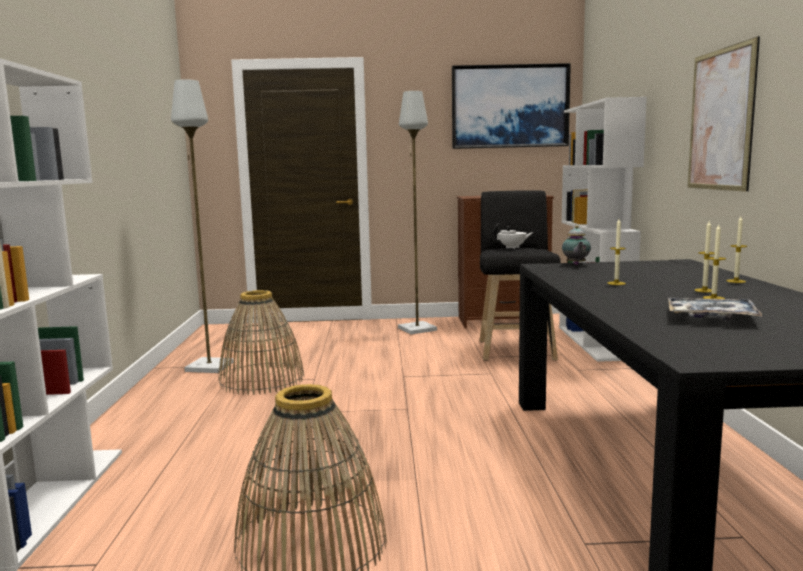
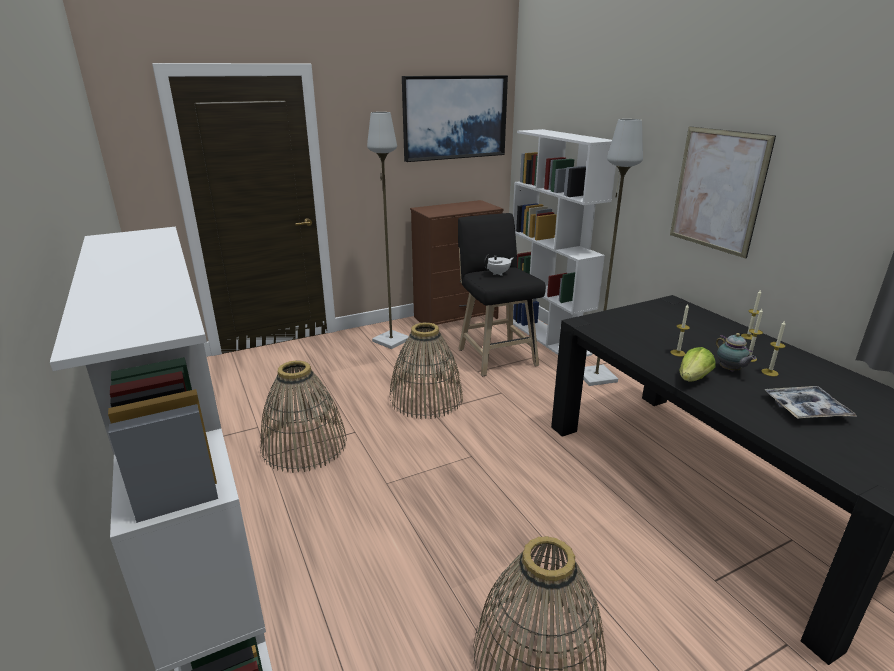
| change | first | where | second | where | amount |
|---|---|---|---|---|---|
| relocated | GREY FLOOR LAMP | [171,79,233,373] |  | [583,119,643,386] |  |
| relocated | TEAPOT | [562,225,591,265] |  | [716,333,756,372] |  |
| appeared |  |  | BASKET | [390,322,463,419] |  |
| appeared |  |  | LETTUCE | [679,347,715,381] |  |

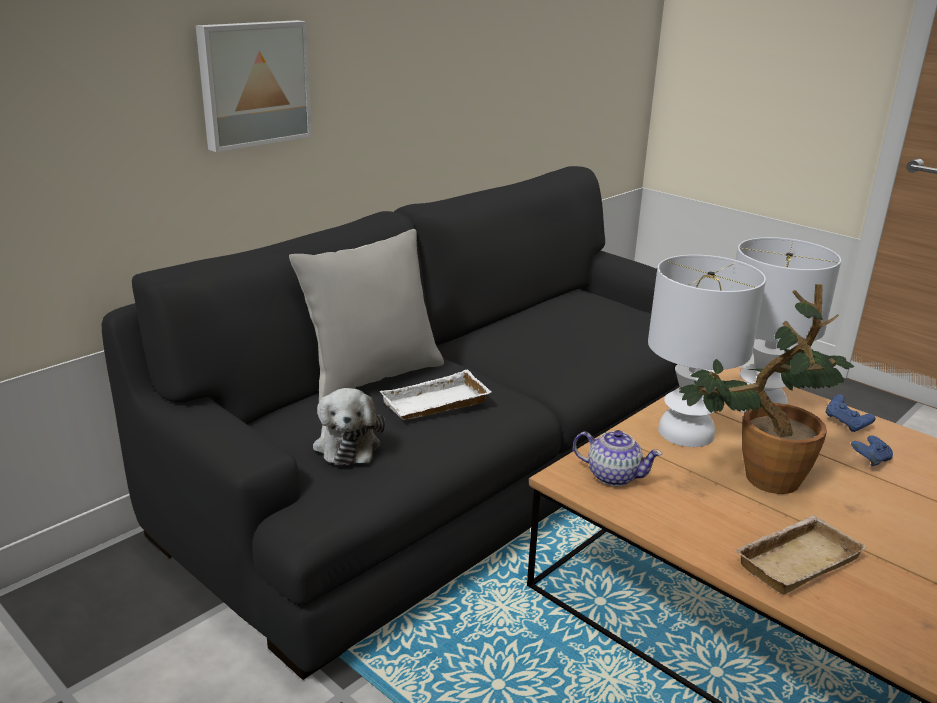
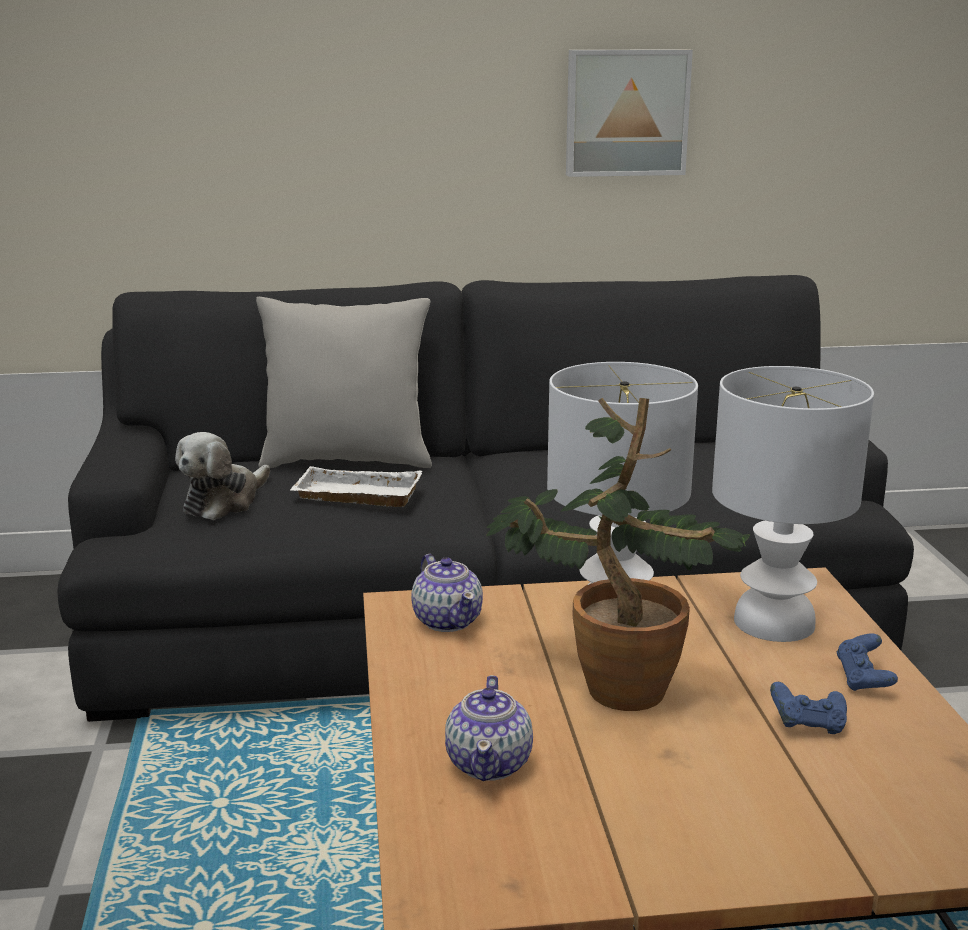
| change | first | where | second | where | amount |
|---|---|---|---|---|---|
| relocated | PICTURE | [196,20,312,152] |  | [566,49,693,177] |  |
| exchanged | BEIGE TRAY | [734,516,867,595] | TEAPOT | [445,675,533,781] |  |

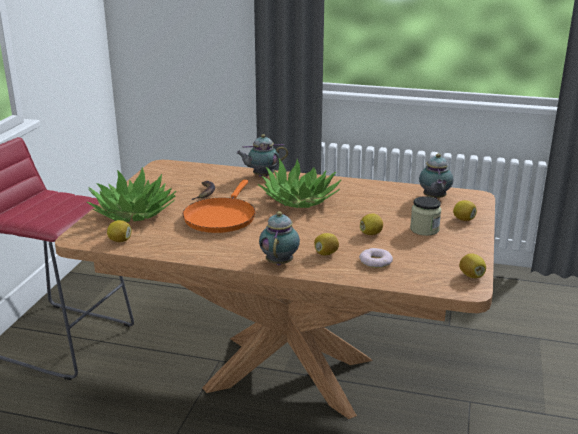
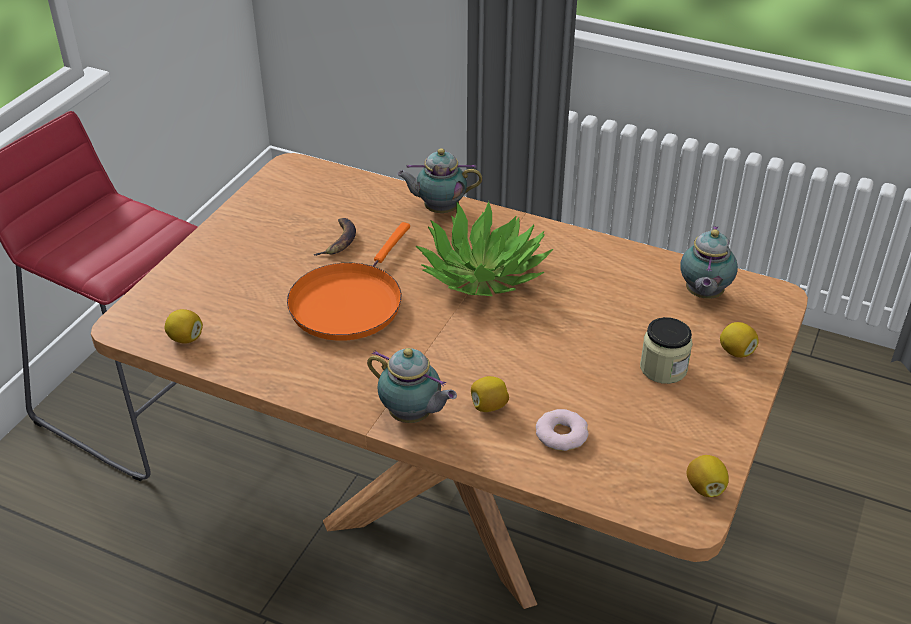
| change | first | where | second | where | amount |
|---|---|---|---|---|---|
| missing | POTTED PLANT | [87,167,176,222] |  |  |  |
| spun | TEAPOT | [259,211,300,265] |  | [367,348,457,423] | 105 degrees clockwise |
| missing | LEMON | [360,213,383,235] |  |  |  |

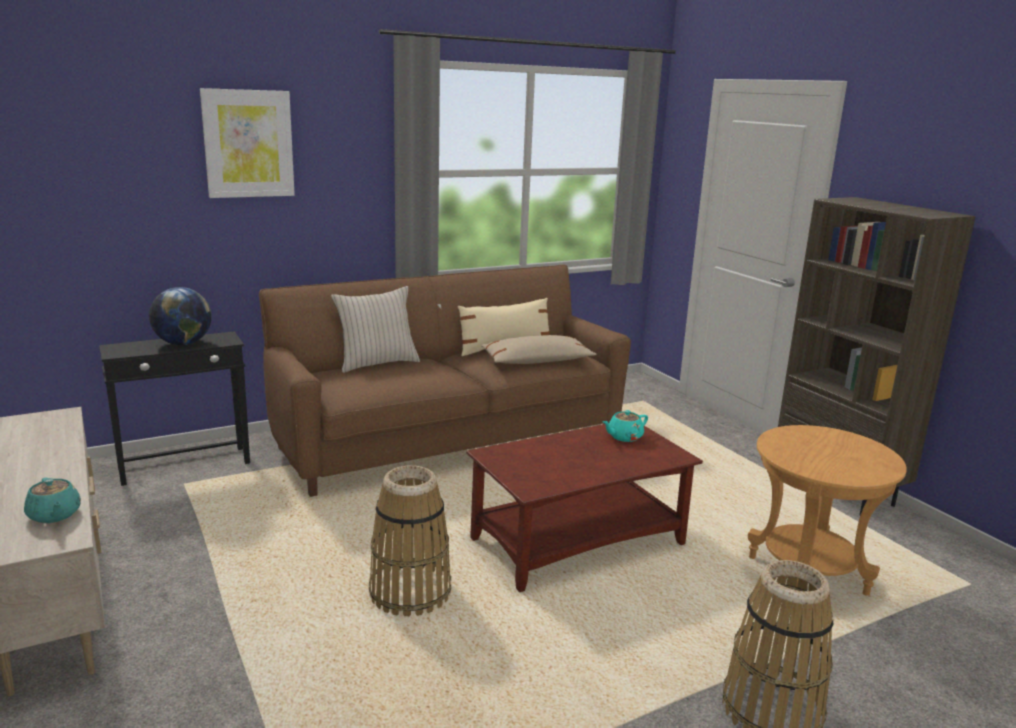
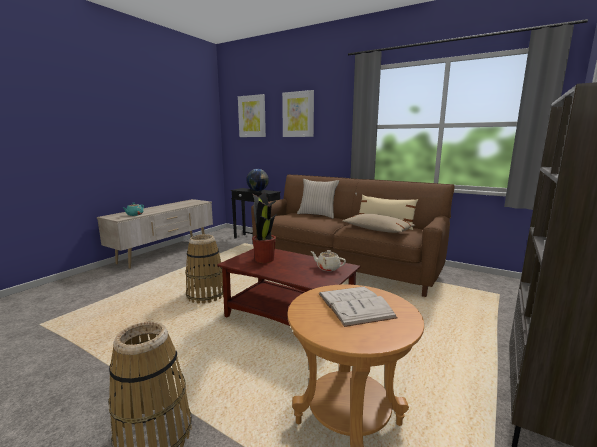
| change | first | where | second | where | amount |
|---|---|---|---|---|---|
| colour | TURQUOISE TEAPOT | [602,410,648,442] | BEIGE TEAPOT | [310,250,346,271] |  |
| appeared |  |  | PICTURE | [238,94,266,137] |  |
| appeared |  |  | POTTED PLANT | [252,192,277,263] |  |
| appeared |  |  | WHITE BOOK | [319,287,398,327] |  |

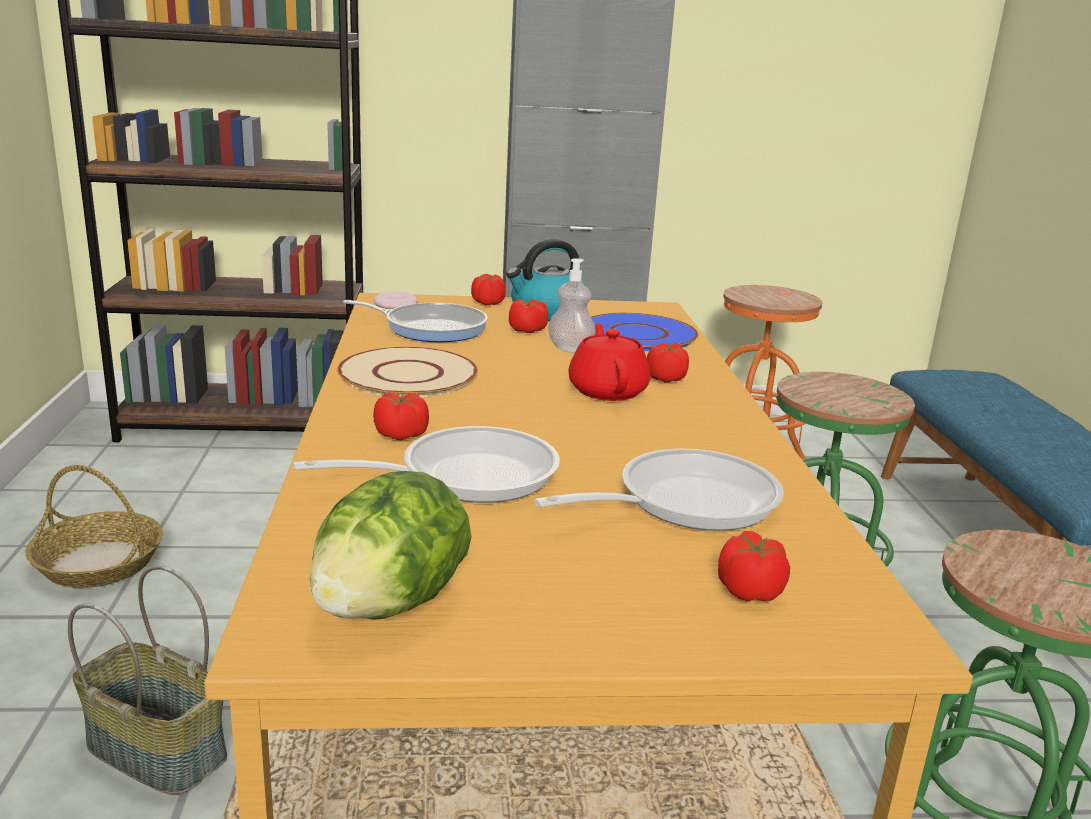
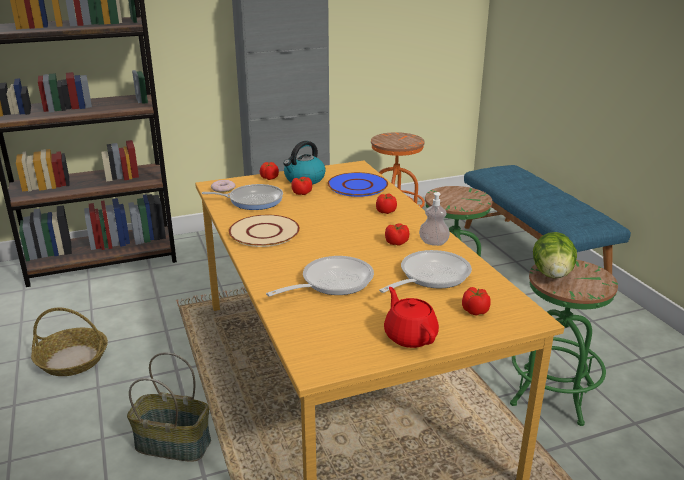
| change | first | where | second | where | amount |
|---|---|---|---|---|---|
| relocated | SOAP DISPENSER | [548,258,596,353] |  | [419,192,450,246] |  |
| relocated | RED TEAPOT | [568,323,650,401] |  | [384,287,439,348] |  |
| relocated | TOMATO | [373,392,429,440] |  | [385,223,409,245] |  |
| relocated | LETTUCE | [310,471,472,620] |  | [533,232,577,278] |  |

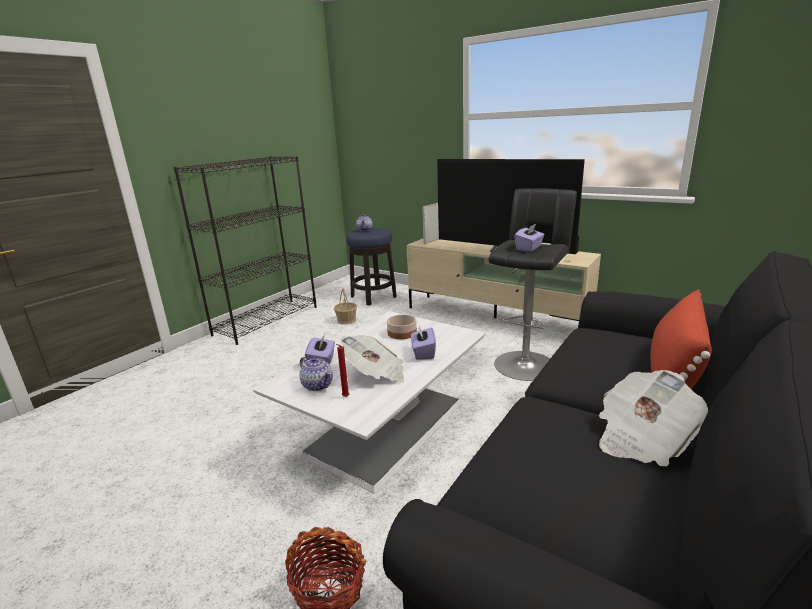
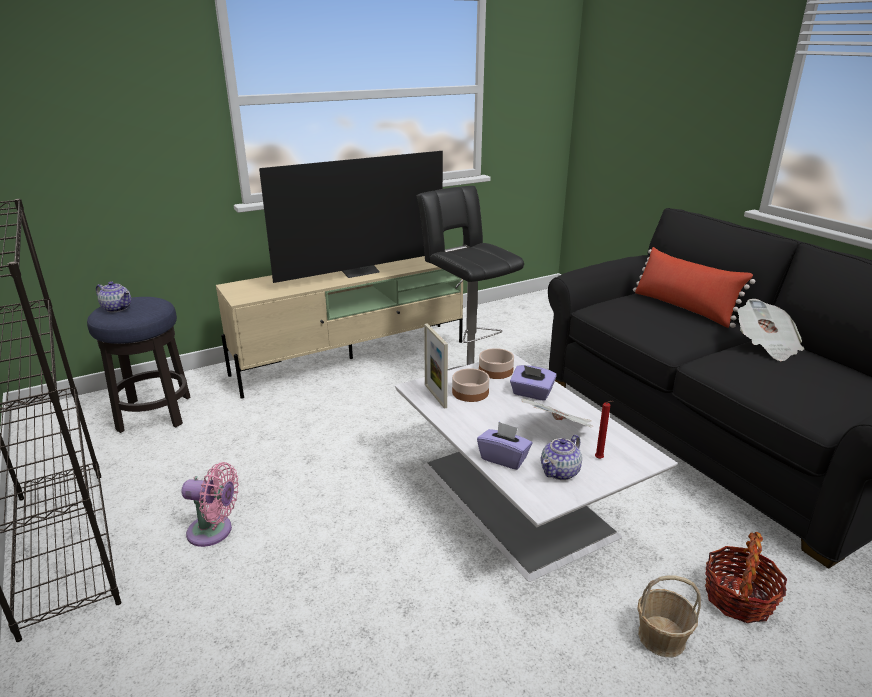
| change | first | where | second | where | amount |
|---|---|---|---|---|---|
| relocated | PICTURE FRAME | [422,203,439,244] |  | [424,324,448,409] |  |
| missing | PURPLE TISSUE BOX | [514,223,544,252] |  |  |  |
| relocated | BASKET | [334,288,357,325] |  | [637,575,701,657] |  |
| spun | TEAPOT | [300,357,333,391] |  | [541,435,582,480] | 150 degrees clockwise |
| appeared |  |  | BOWL | [479,348,514,379] |  |
| appeared |  |  | PINK FAN | [181,462,239,547] |  |

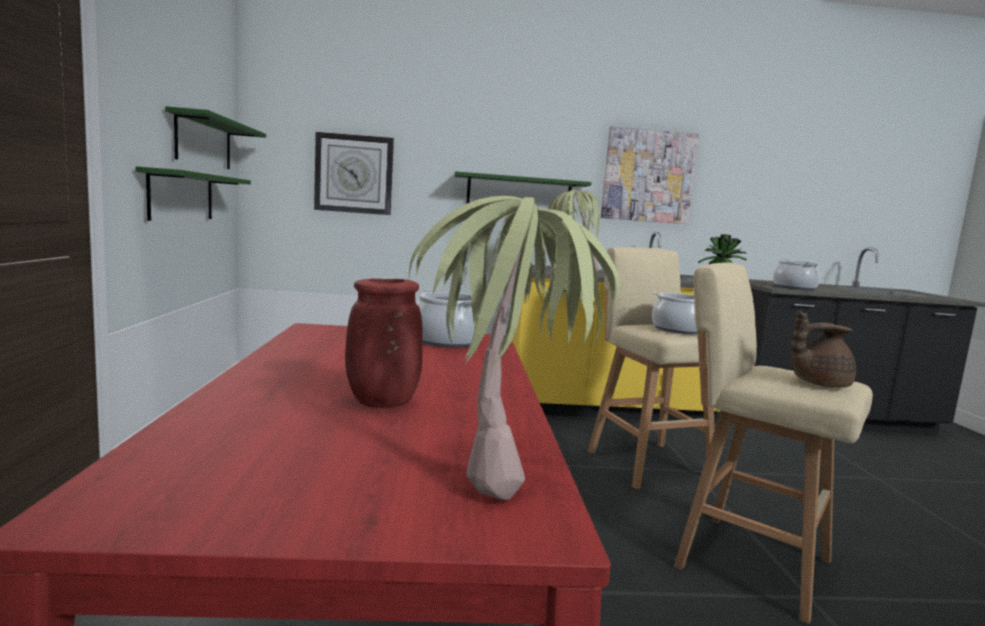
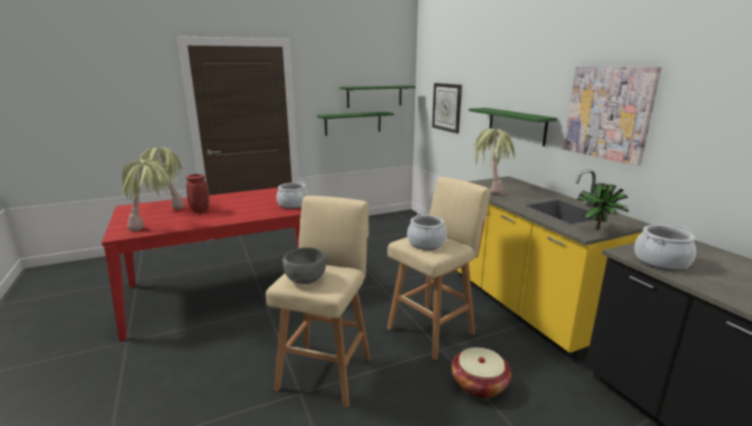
| change | first | where | second | where | amount |
|---|---|---|---|---|---|
| exchanged | BROWN TEAPOT | [790,311,856,388] | GREY BOWL | [282,247,326,284] |  |
| appeared |  |  | POTTED PLANT | [140,147,185,209] |  |
| appeared |  |  | BASKET | [451,347,511,398] |  |

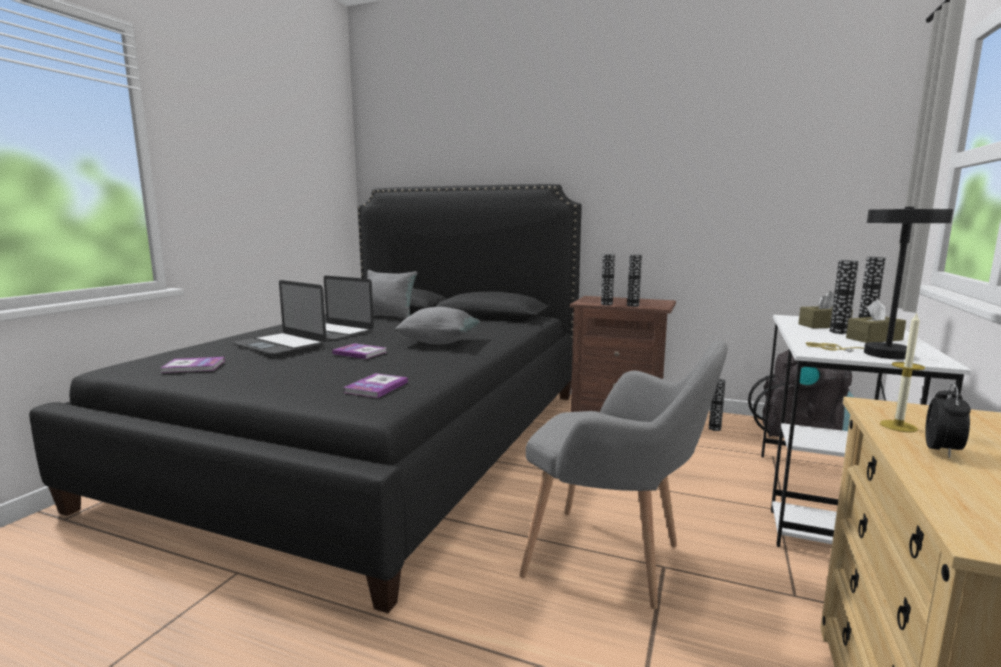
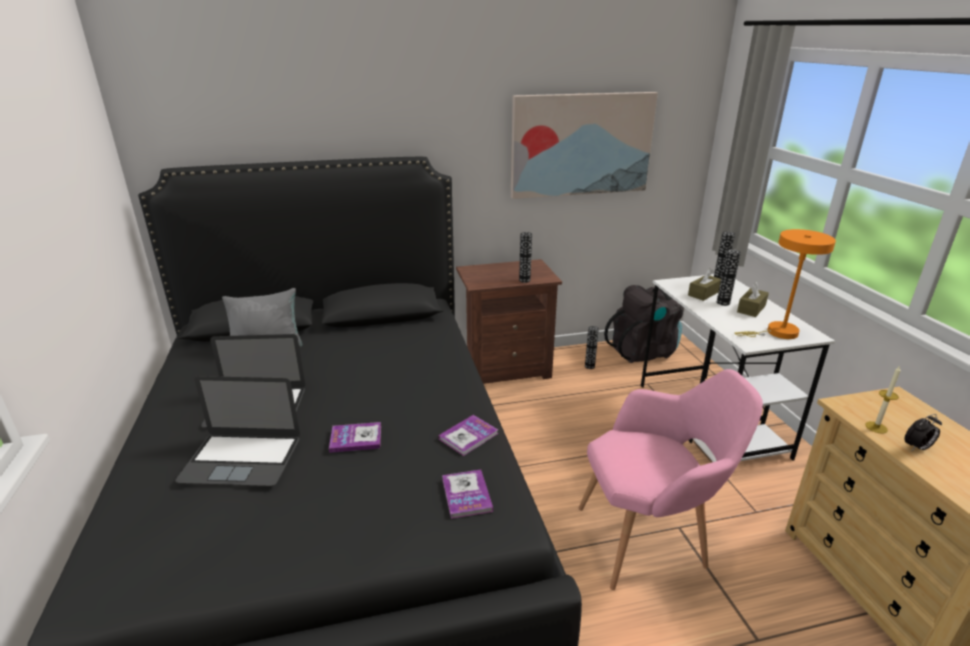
| change | first | where | second | where | amount |
|---|---|---|---|---|---|
| colour | BLACK TABLE LAMP | [805,207,953,360] | ORANGE TABLE LAMP | [735,229,836,339] |  |
| missing | VASE | [601,254,615,305] |  |  |  |
| missing | GREY PILLOW | [395,307,480,344] |  |  |  |
| colour | GREY ARMCHAIR | [520,340,728,609] | PINK ARMCHAIR | [579,369,763,590] |  |
| relocated | BOOK | [161,357,225,373] |  | [438,415,498,456] |  |
| spun | ALARM CLOCK | [925,383,971,459] |  | [904,414,942,451] | 75 degrees clockwise |
| appeared |  |  | PICTURE | [511,92,658,199] |  |

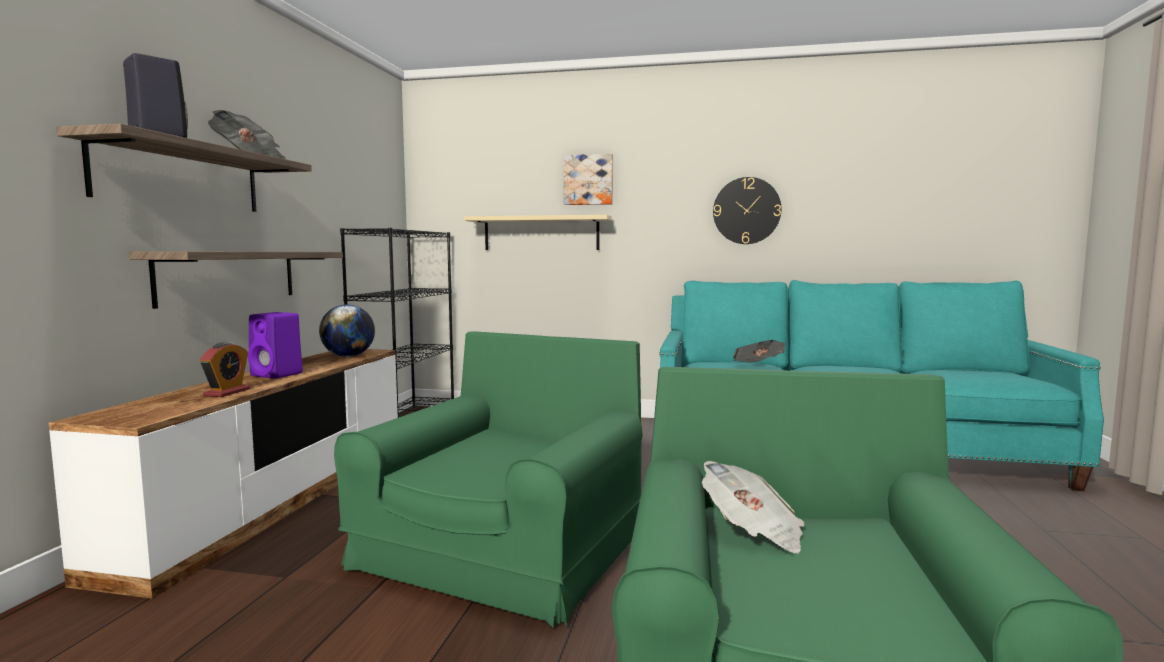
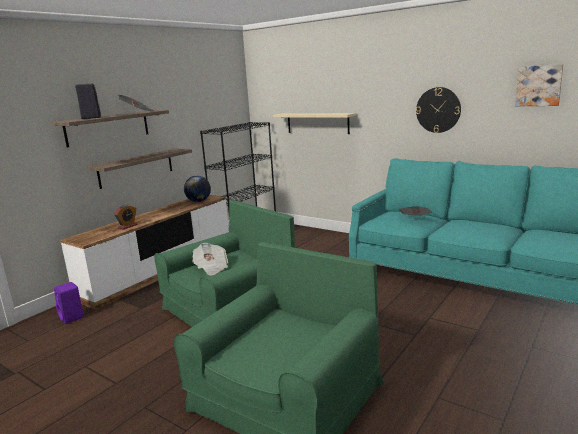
| change | first | where | second | where | amount |
|---|---|---|---|---|---|
| relocated | PICTURE | [564,154,613,205] |  | [515,64,563,106] |  |
| relocated | PURPLE SPEAKER | [248,312,303,379] |  | [54,282,84,324] |  |
| relocated | NEWSPAPER | [702,461,804,553] |  | [193,243,228,276] |  |

